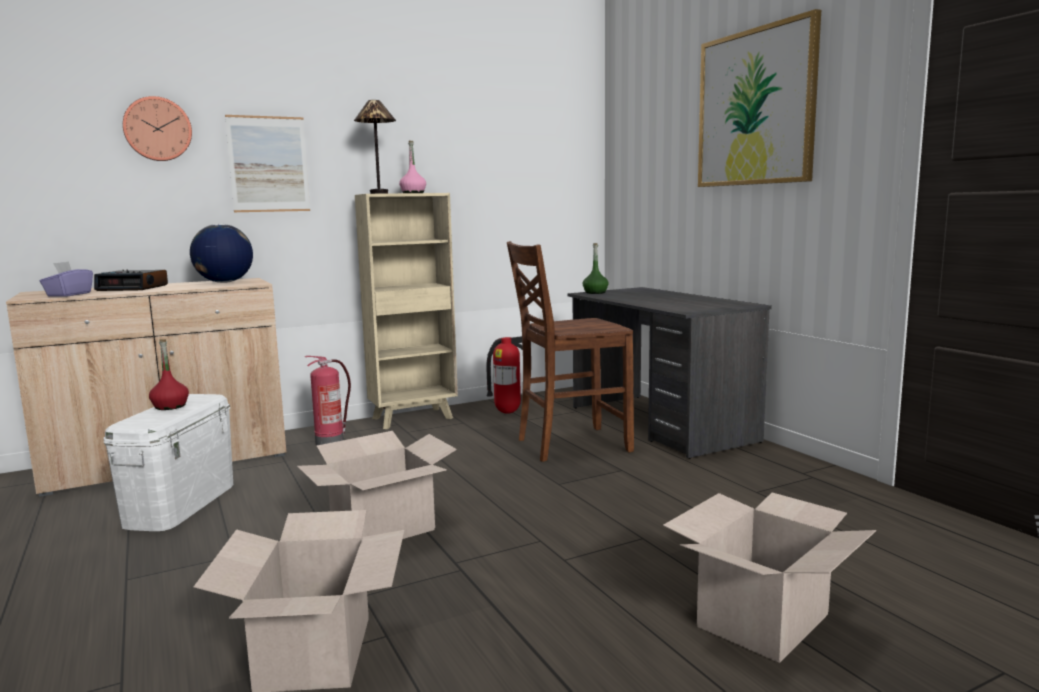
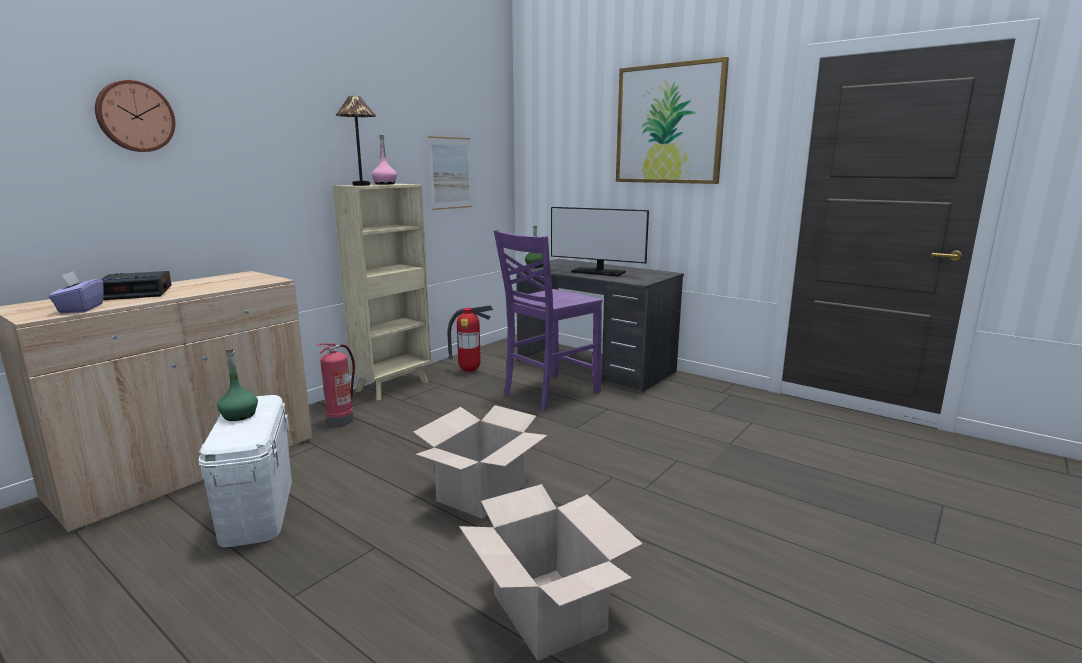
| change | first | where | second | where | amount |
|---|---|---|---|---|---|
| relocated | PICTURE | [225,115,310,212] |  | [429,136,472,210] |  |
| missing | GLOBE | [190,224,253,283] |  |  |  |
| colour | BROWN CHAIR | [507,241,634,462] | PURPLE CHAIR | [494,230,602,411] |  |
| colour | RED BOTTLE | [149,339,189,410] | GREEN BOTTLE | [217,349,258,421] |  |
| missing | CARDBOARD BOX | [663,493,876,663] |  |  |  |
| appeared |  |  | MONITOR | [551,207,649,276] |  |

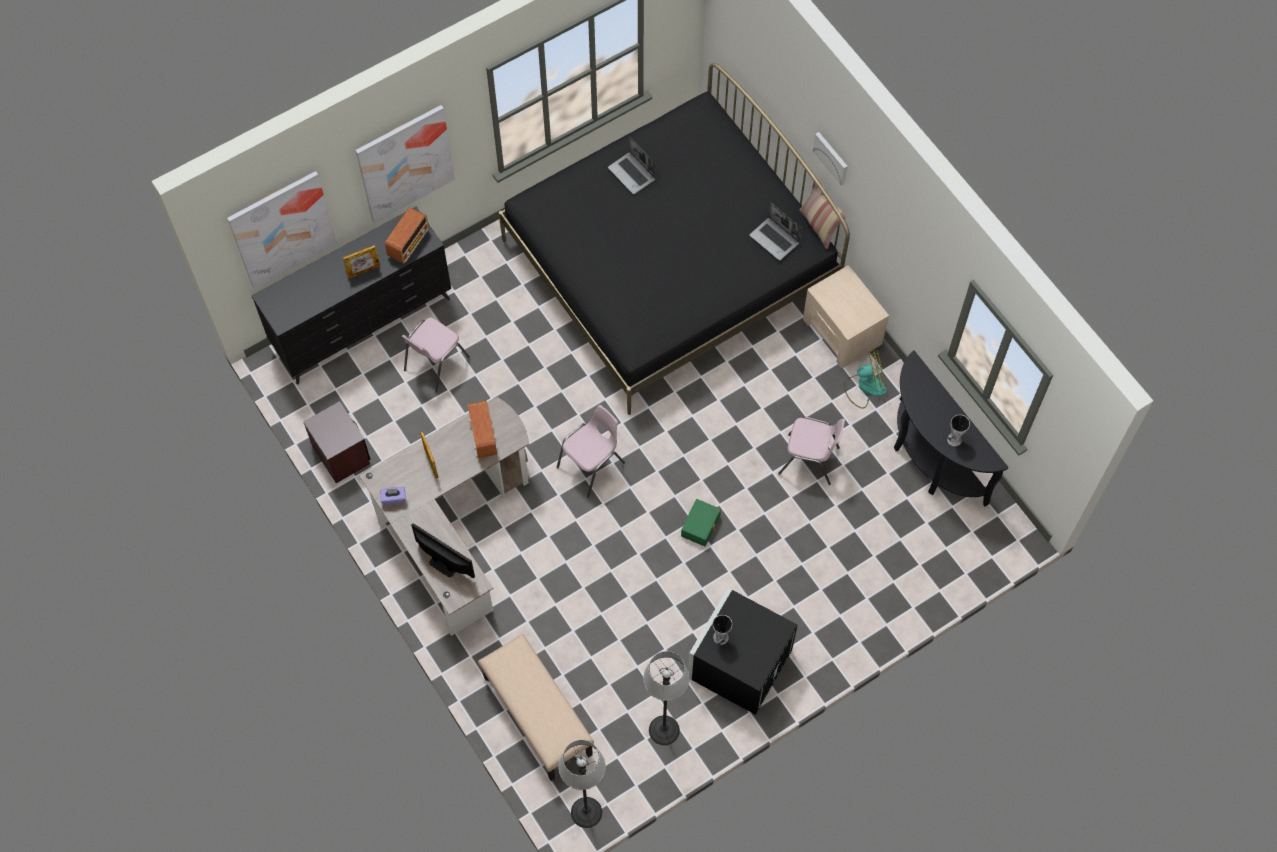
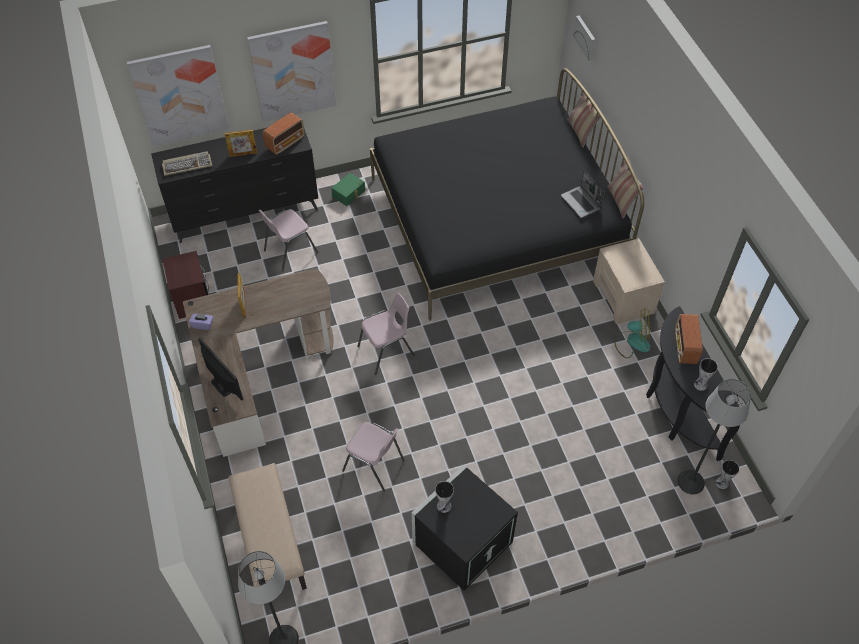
| change | first | where | second | where | amount |
|---|---|---|---|---|---|
| relocated | PICTURE | [813,132,848,185] |  | [573,16,595,61] |  |
| missing | LAPTOP | [608,137,656,194] |  |  |  |
| relocated | RADIO | [468,400,497,458] |  | [675,314,703,364] |  |
| relocated | PINK CHAIR | [778,416,845,485] |  | [342,422,405,492] |  |
| relocated | GREEN STORAGE BOX | [681,499,721,547] |  | [331,173,365,206] |  |
| relocated | FLOOR LAMP | [643,651,690,745] |  | [678,379,751,494] |  |
| appeared |  |  | PILLOW | [567,93,601,147] |  |
| appeared |  |  | KEYBOARD | [162,152,212,176] |  |
| appeared |  |  | VASE | [716,460,740,489] |  |

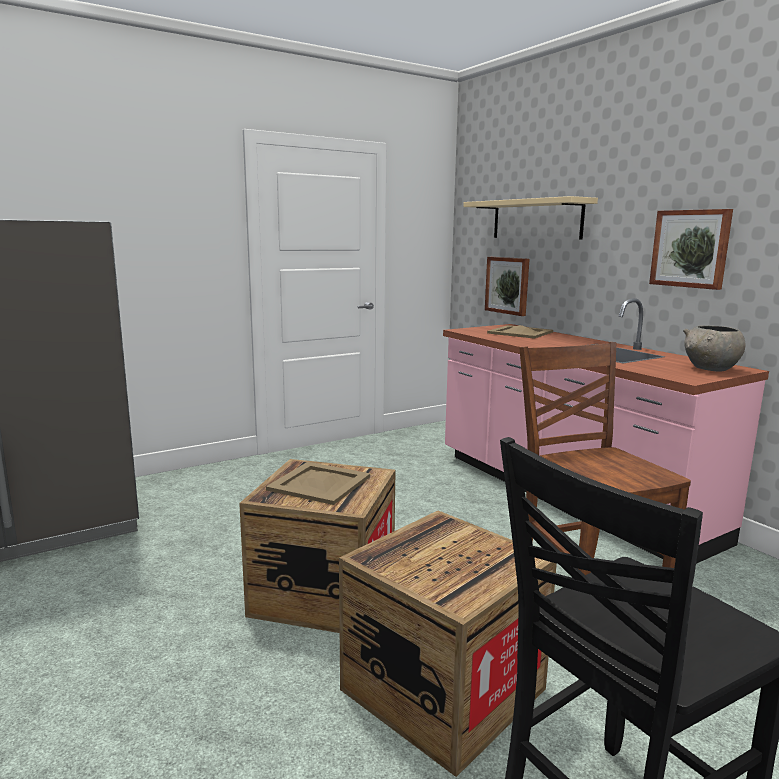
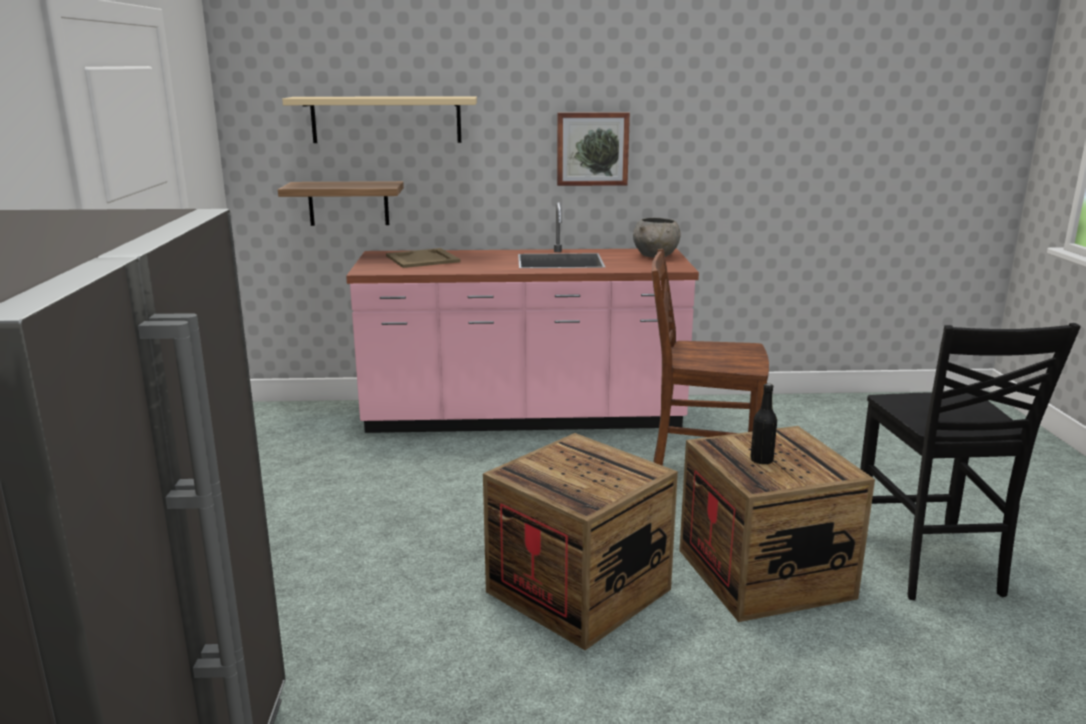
| change | first | where | second | where | amount |
|---|---|---|---|---|---|
| exchanged | PICTURE | [485,257,530,316] | SHELF | [278,181,404,226] |  |
| missing | BEIGE TRAY | [266,462,370,505] |  |  |  |
| appeared |  |  | BLACK BOTTLE | [750,383,777,465] |  |

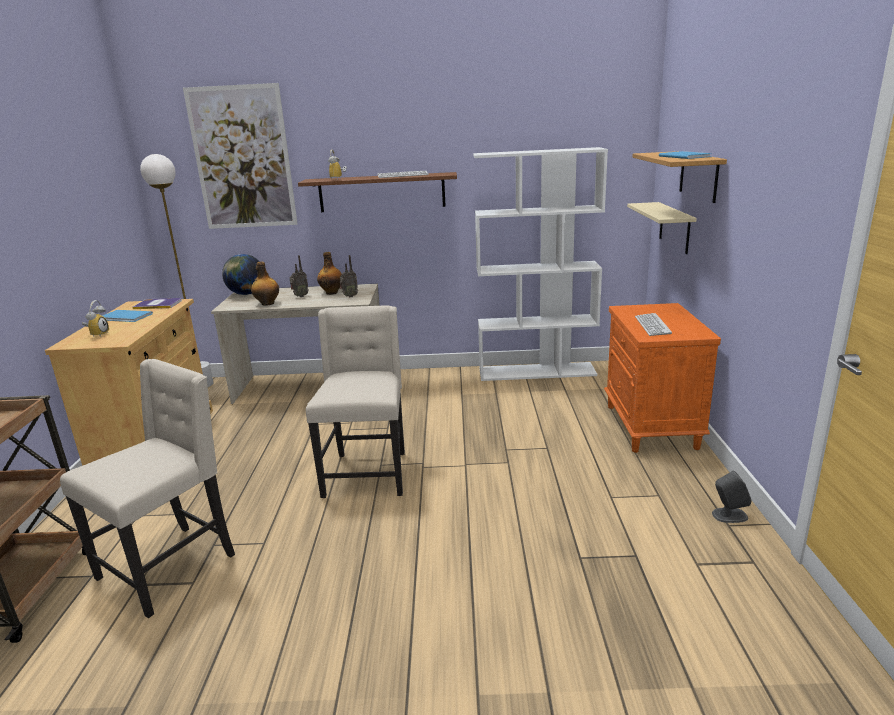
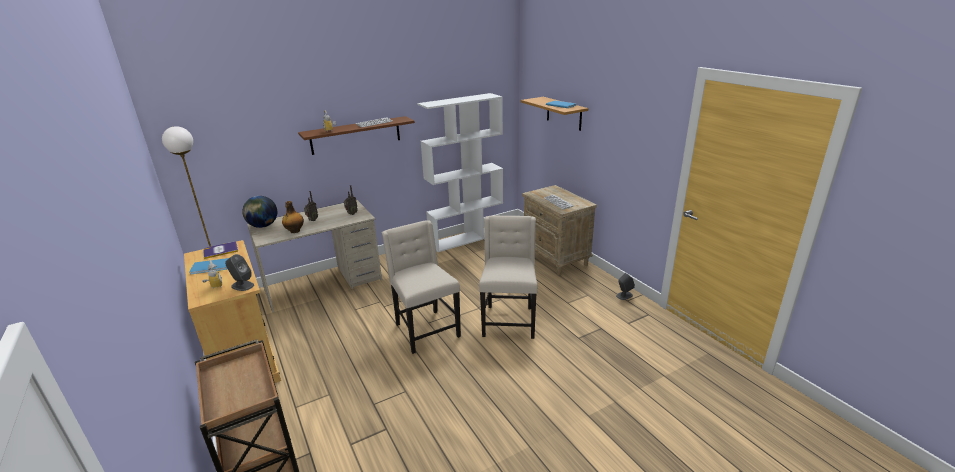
| change | first | where | second | where | amount |
|---|---|---|---|---|---|
| missing | PICTURE | [183,83,298,229] |  |  |  |
| missing | BEIGE SHELF | [627,202,697,254] |  |  |  |
| missing | BOTTLE | [317,252,342,295] |  |  |  |
| colour | ORANGE NIGHTSTAND | [604,303,721,453] | BEIGE NIGHTSTAND | [522,185,597,275] |  |
| relocated | BEIGE CHAIR | [60,359,235,618] |  | [479,216,537,339] |  |
| appeared |  |  | GREY SPEAKER | [225,254,254,291] |  |

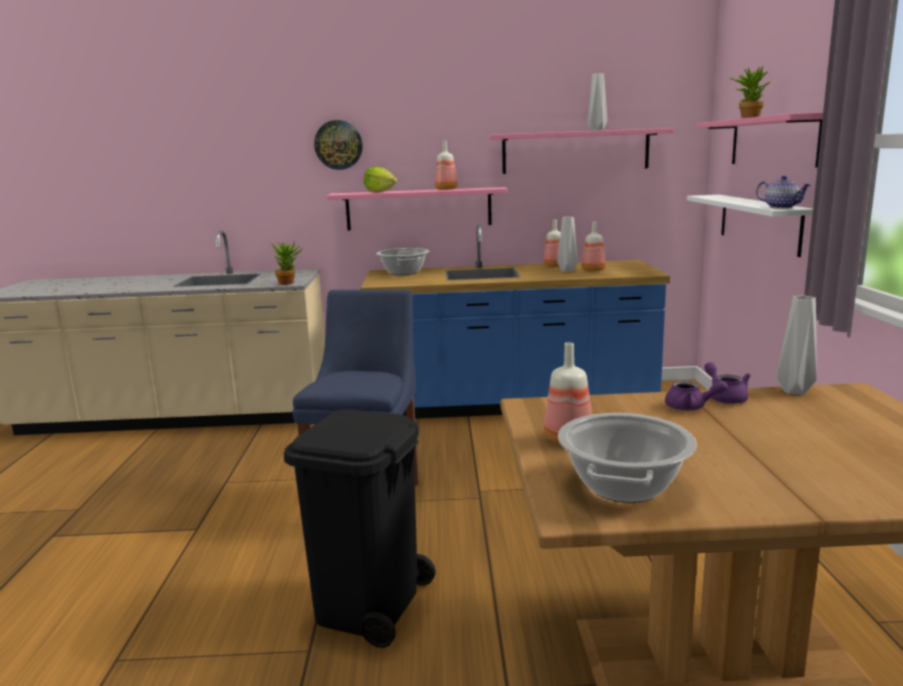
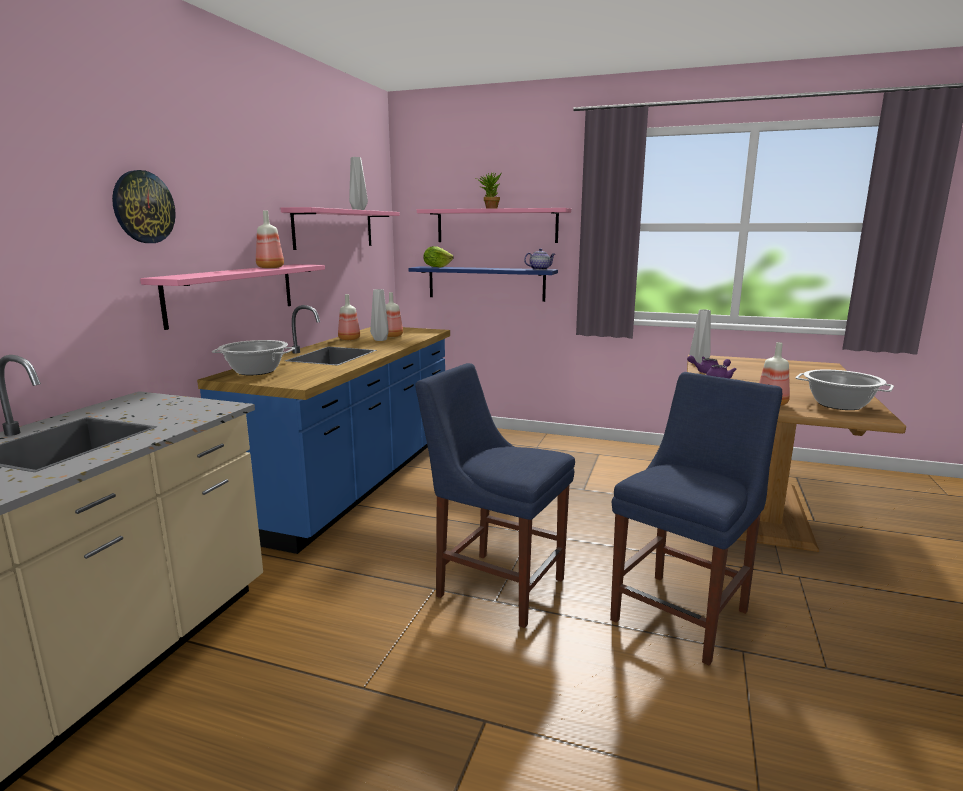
| change | first | where | second | where | amount |
|---|---|---|---|---|---|
| relocated | LETTUCE | [364,166,397,192] |  | [423,246,454,268] |  |
| colour | WHITE SHELF | [687,195,813,257] | BLUE SHELF | [408,266,558,302] |  |
| missing | POTTED PLANT | [269,241,303,285] |  |  |  |
| exchanged | BLACK TRASH CAN | [284,409,436,648] | BLUE CHAIR | [610,372,782,666] |  |

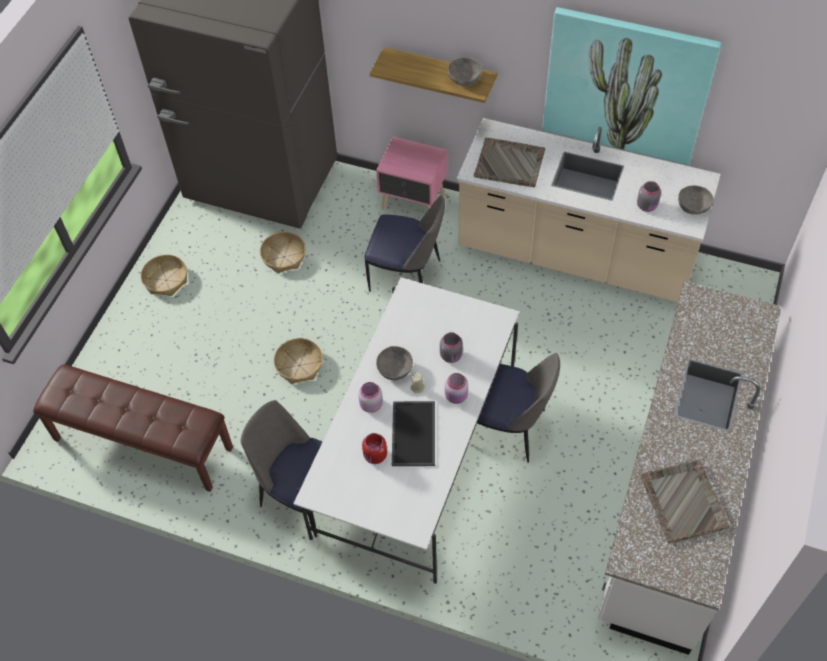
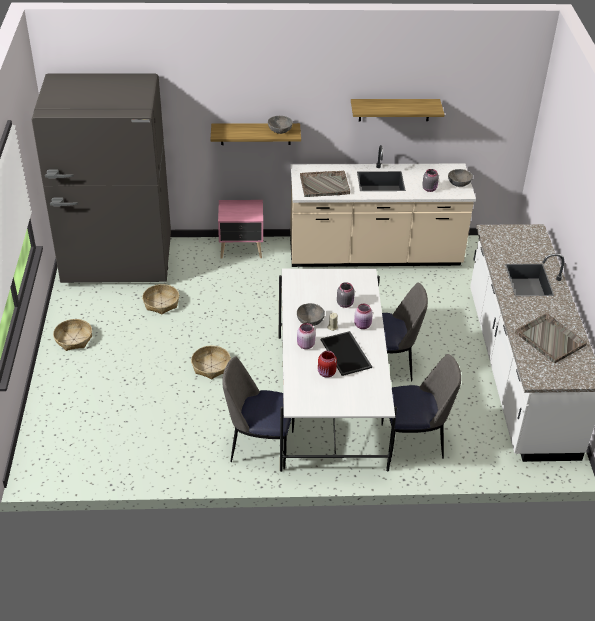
| change | first | where | second | where | amount |
|---|---|---|---|---|---|
| exchanged | PICTURE | [542,7,722,165] | SHELF | [351,99,445,121] |  |
| relocated | CHAIR | [364,195,445,292] |  | [381,354,461,462] |  |
| missing | BROWN BENCH | [33,364,233,492] |  |  |  |

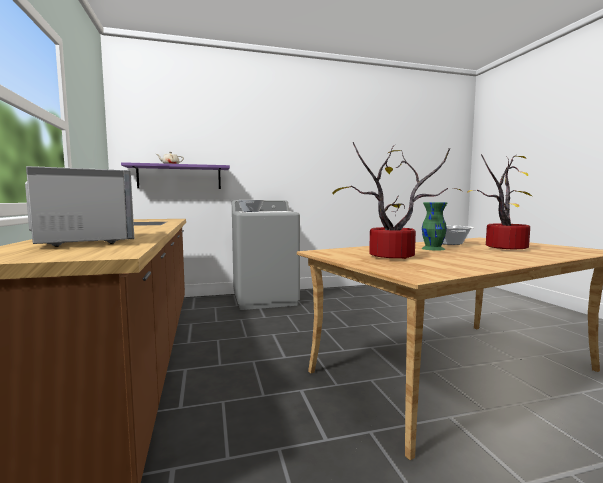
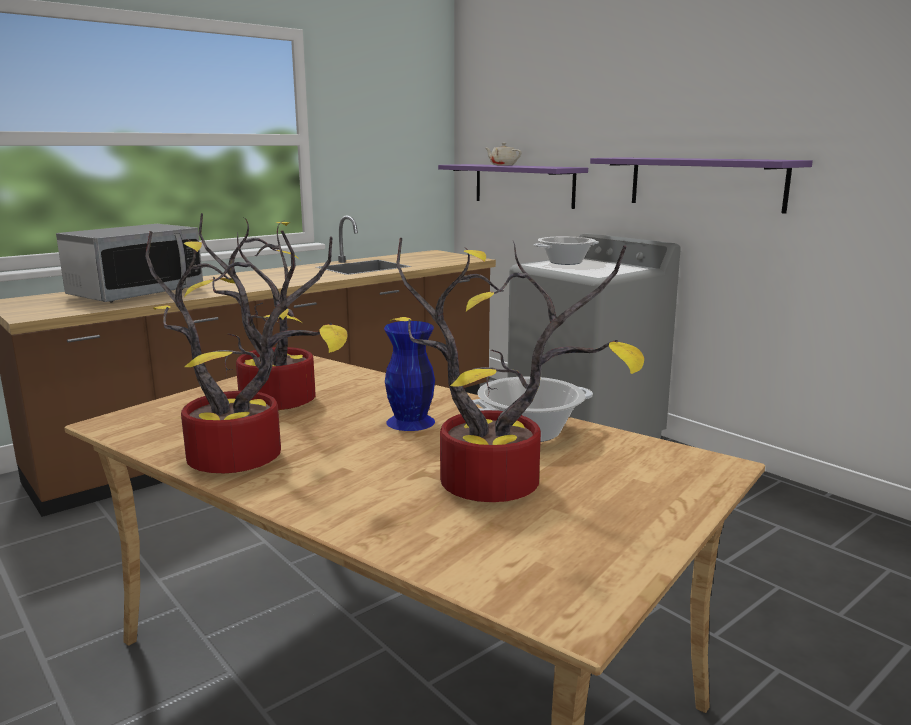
| change | first | where | second | where | amount |
|---|---|---|---|---|---|
| colour | GREEN VASE | [421,202,447,251] | BLUE VASE | [384,321,435,431] |  |
| appeared |  |  | PURPLE SHELF | [590,157,813,214] |  |
| appeared |  |  | POTTED PLANT | [145,231,347,473] |  |

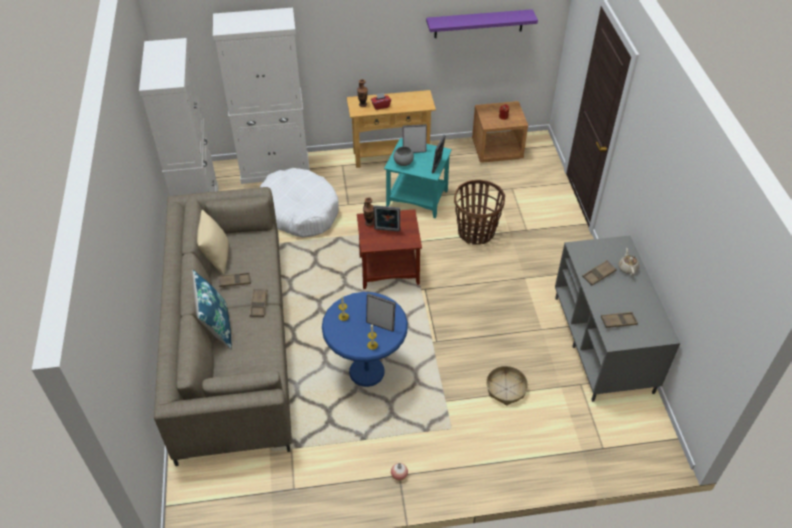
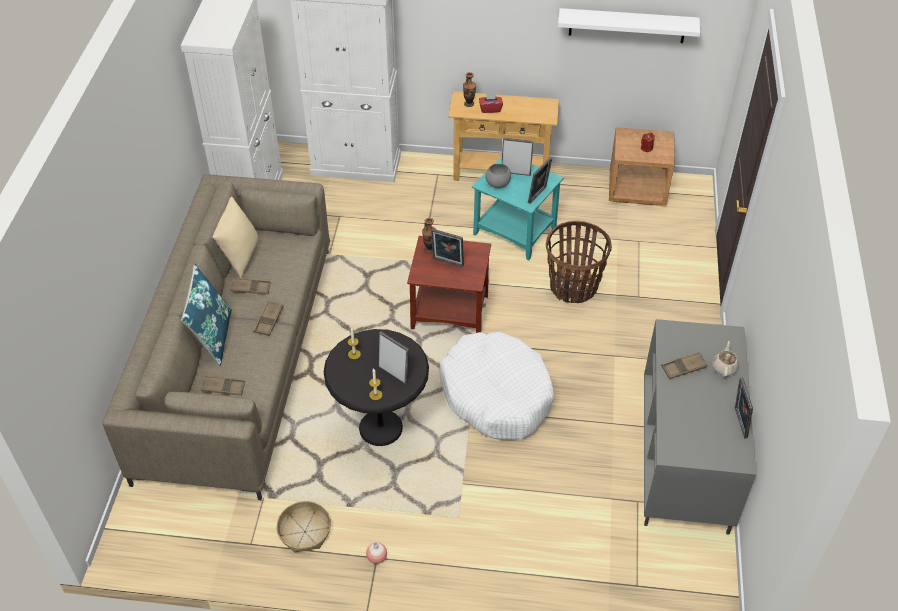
| change | first | where | second | where | amount |
|---|---|---|---|---|---|
| colour | PURPLE SHELF | [426,9,538,38] | WHITE SHELF | [558,8,700,43] |  |
| relocated | WHITE DOG BED | [260,168,339,238] |  | [439,332,554,440] |  |
| colour | BLUE SIDE TABLE | [322,292,408,387] | BLACK SIDE TABLE | [324,329,429,446] |  |
| relocated | BROWN TRAY | [601,312,638,328] |  | [201,376,245,396] |  |
| relocated | BASKET | [486,366,528,405] |  | [276,501,331,553] |  |
| appeared |  |  | PICTURE FRAME | [735,377,753,439] |  |

